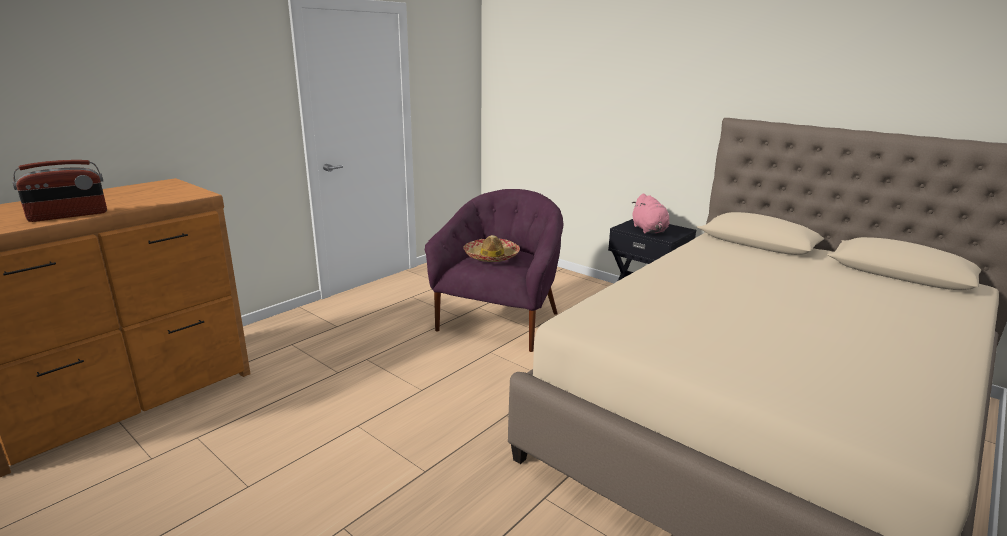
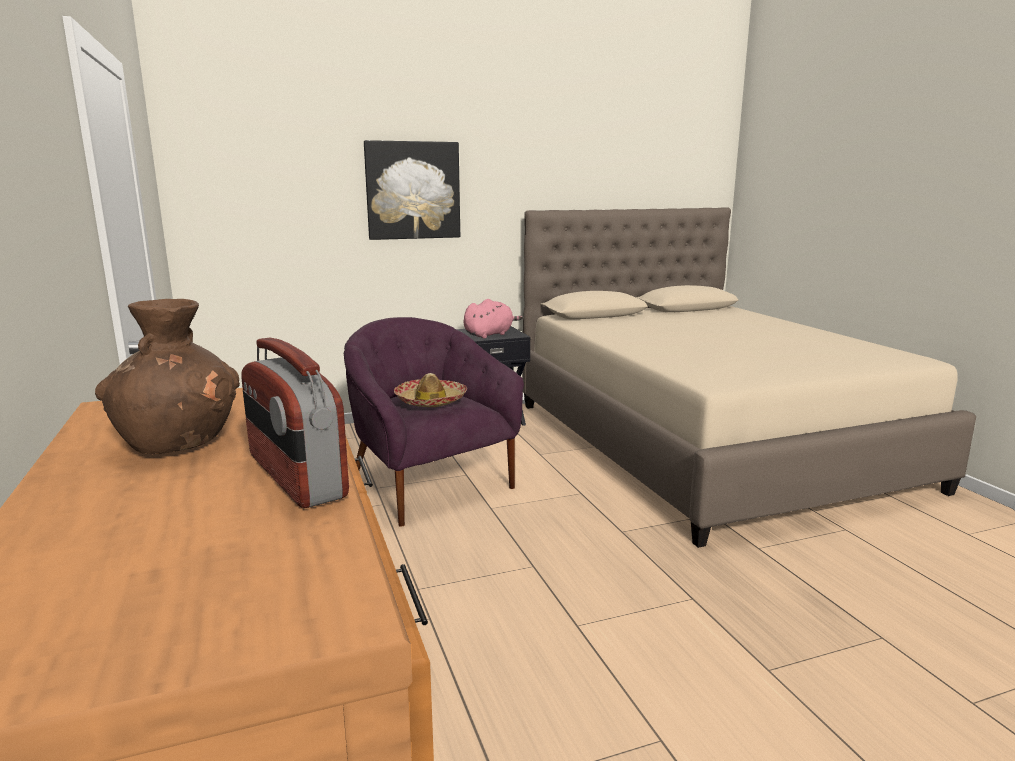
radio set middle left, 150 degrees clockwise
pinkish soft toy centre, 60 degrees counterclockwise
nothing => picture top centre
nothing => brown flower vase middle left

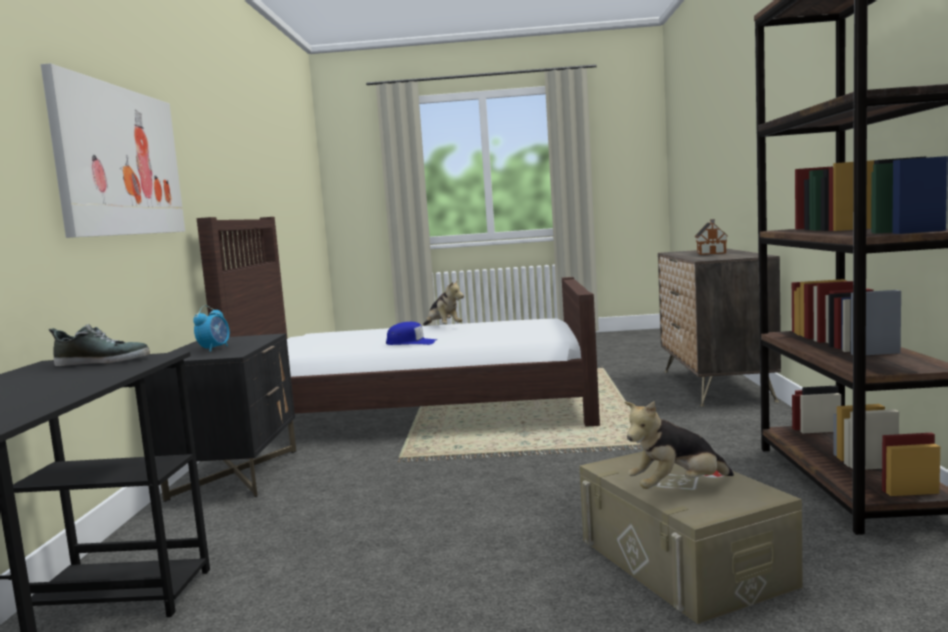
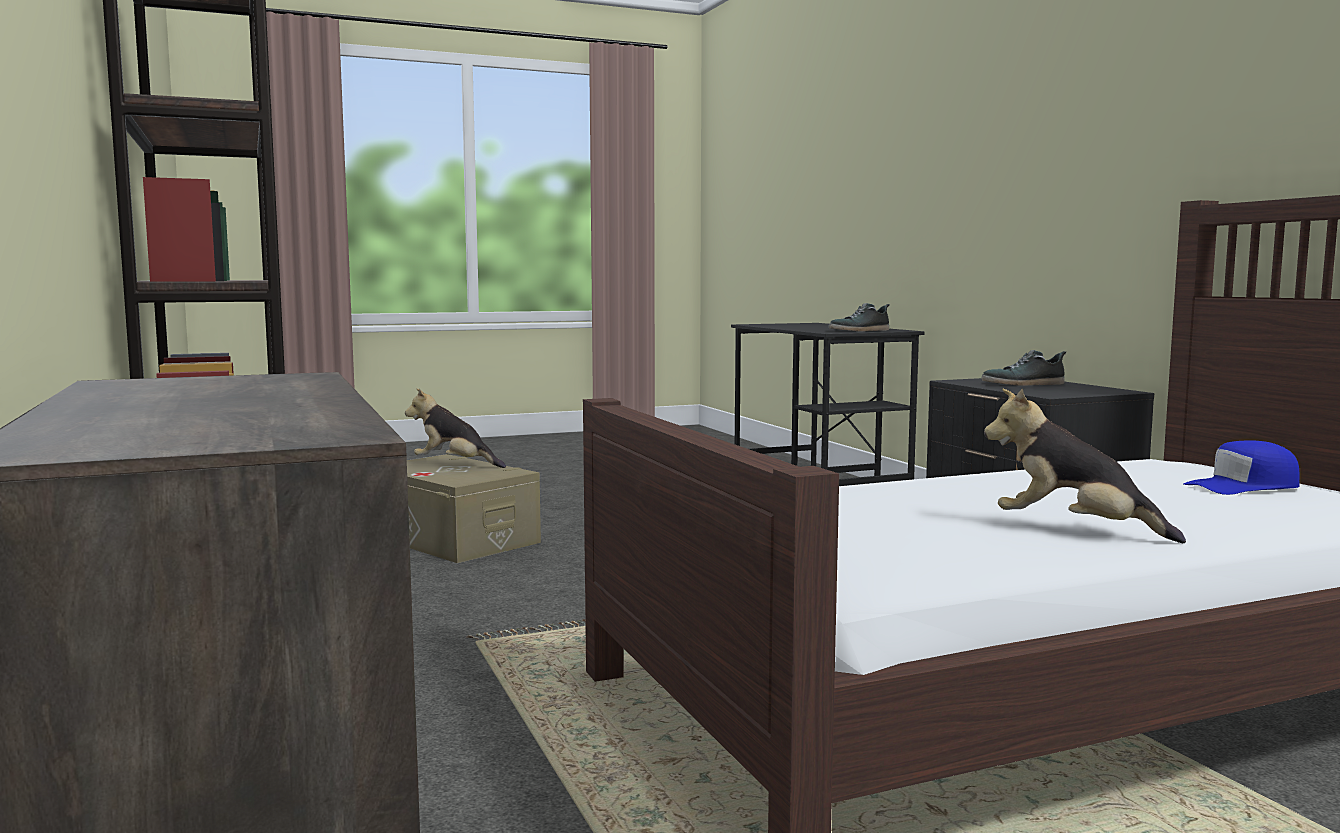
picture top left => nothing
miniature house middle right => nothing
alarm clock middle left => low shoe (2nd from left) middle right
blue cap centre => blue cap middle right, moved
soft toy (2nd from left in the first image) bottom right => soft toy (1st from left) centre, 120 degrees counterclockwise

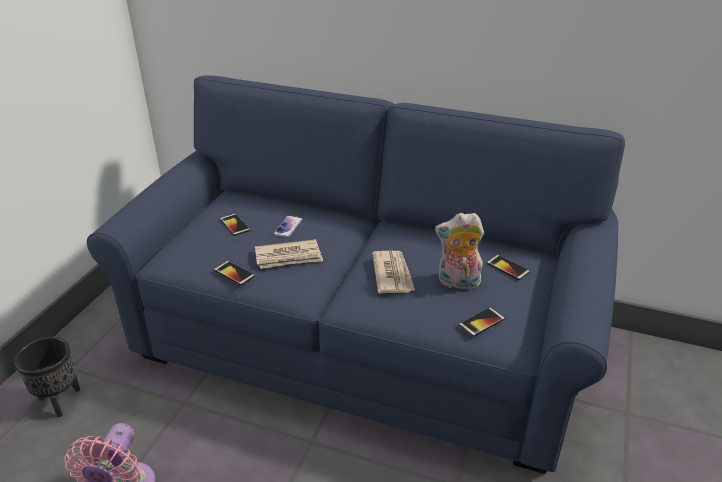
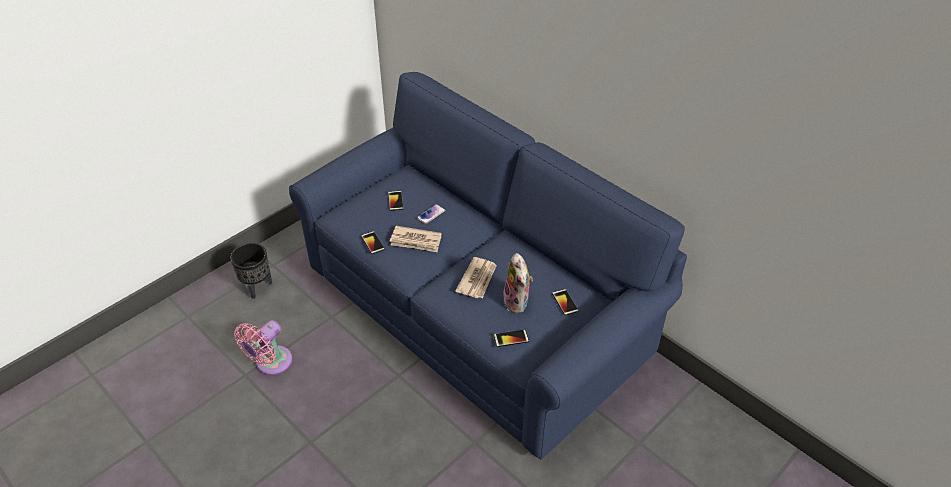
soft toy centre, 135 degrees counterclockwise

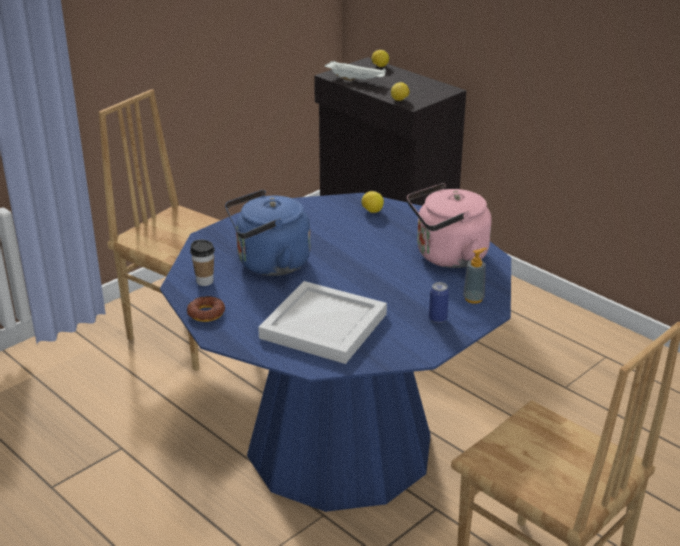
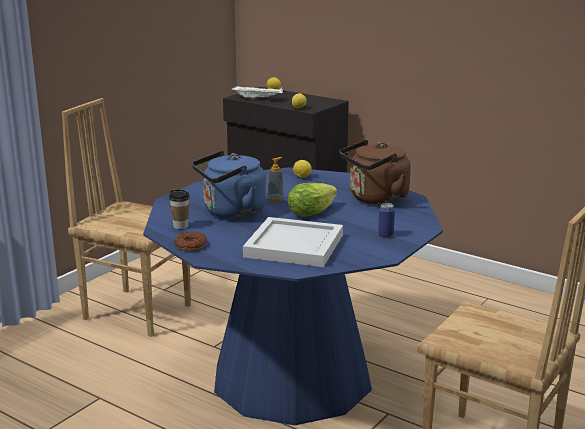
pinkish water kettle centre => brown water kettle centre
soap bottle middle right => soap bottle centre, moved
nothing => lettuce head centre

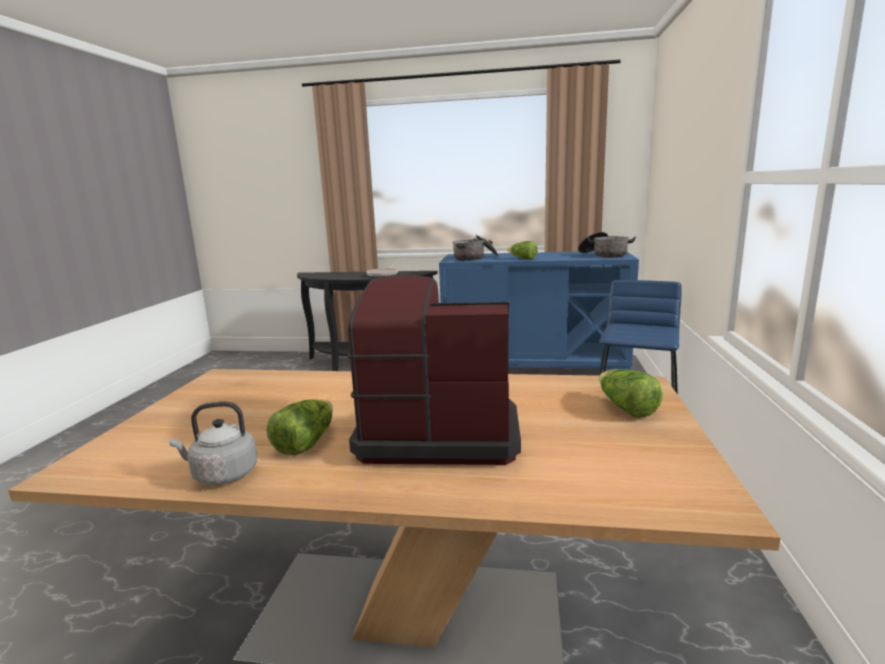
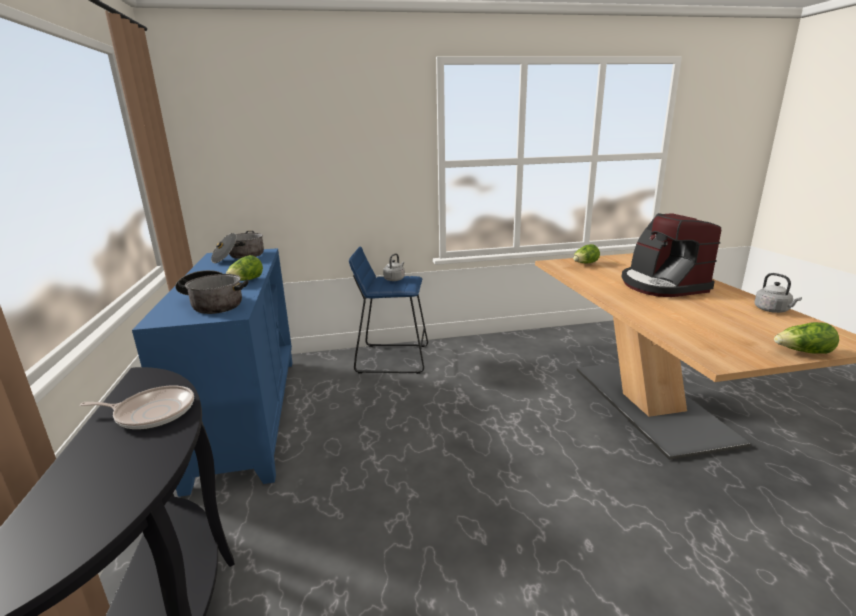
lettuce head (1st from left in the first image) centre => lettuce head (3rd from left) middle right, moved
nothing => greyish water kettle (1st from left) centre

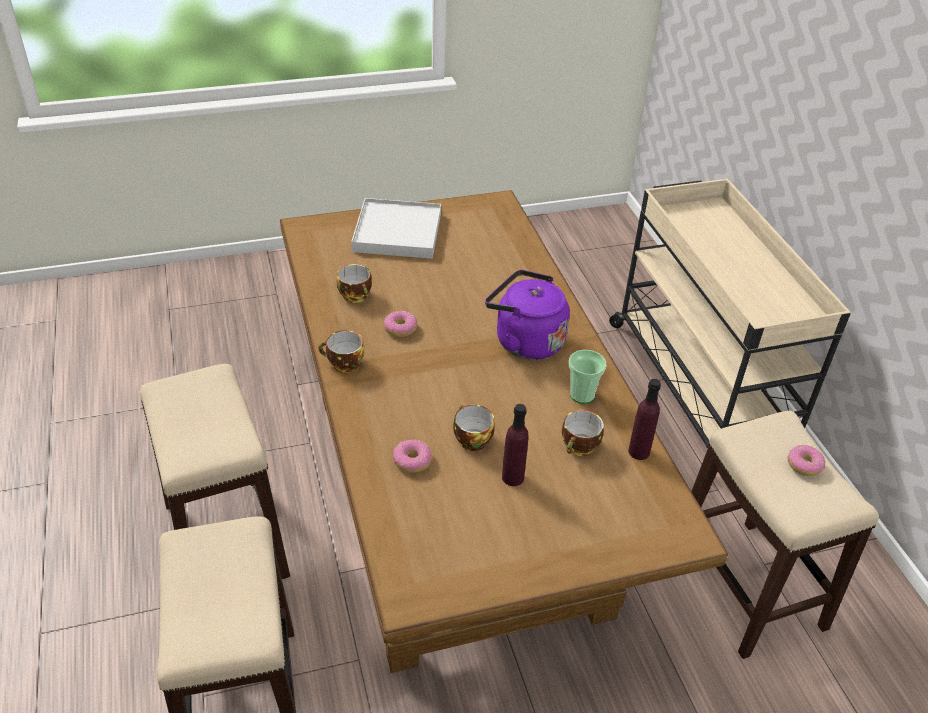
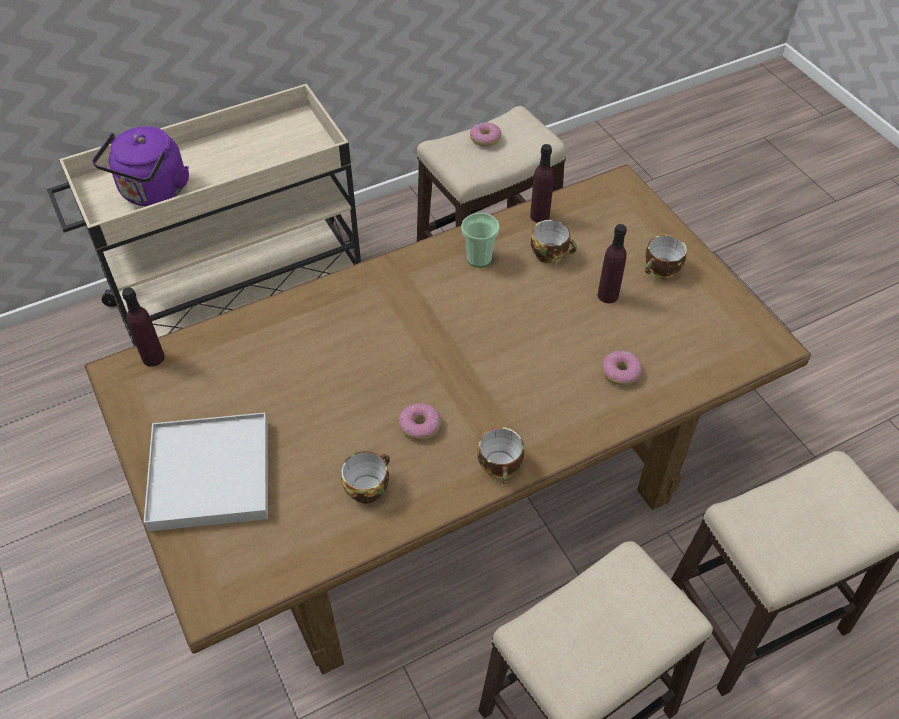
purple-coloured water kettle centre => purple-coloured water kettle top left, moved
cup (3rd from left in the first image) centre => cup (5th from left) middle right, moved
nothing => purple-coloured beverage bottle (1st from left) middle left

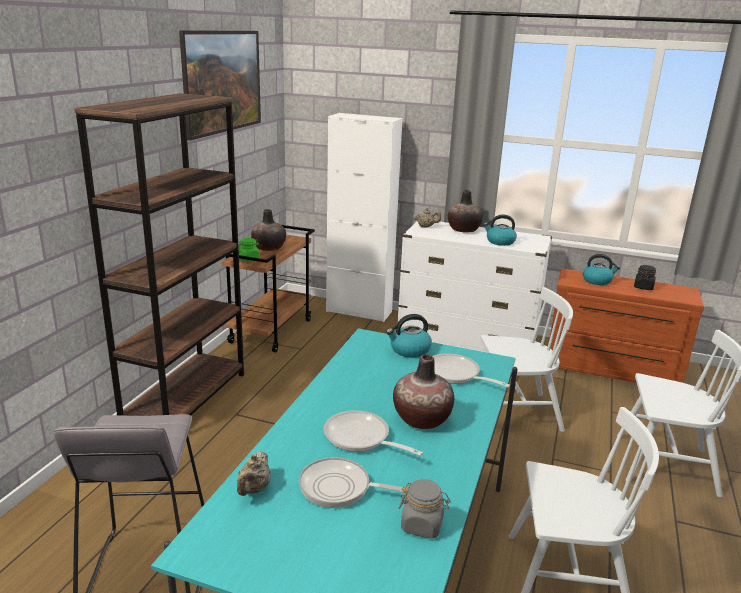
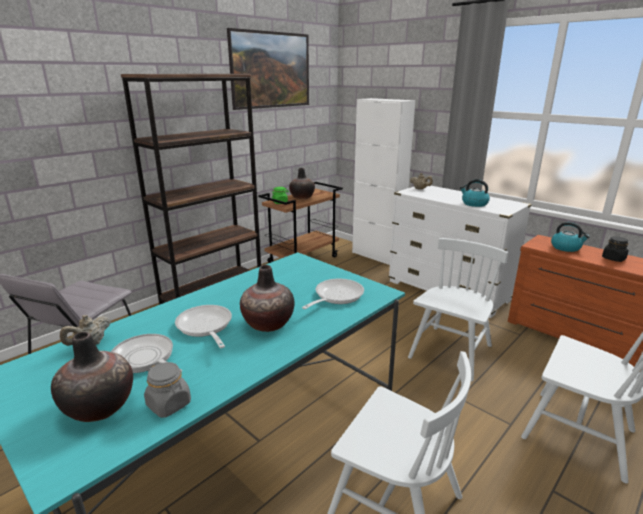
flower vase (3rd from left in the first image) centre => flower vase (1st from left) bottom left, moved
whitish upright chair (1st from left in the first image) middle right => whitish upright chair (2nd from left) middle right, 75 degrees counterclockwise
water kettle (1st from left) centre => nothing
frying pan (3rd from left) centre, 60 degrees clockwise

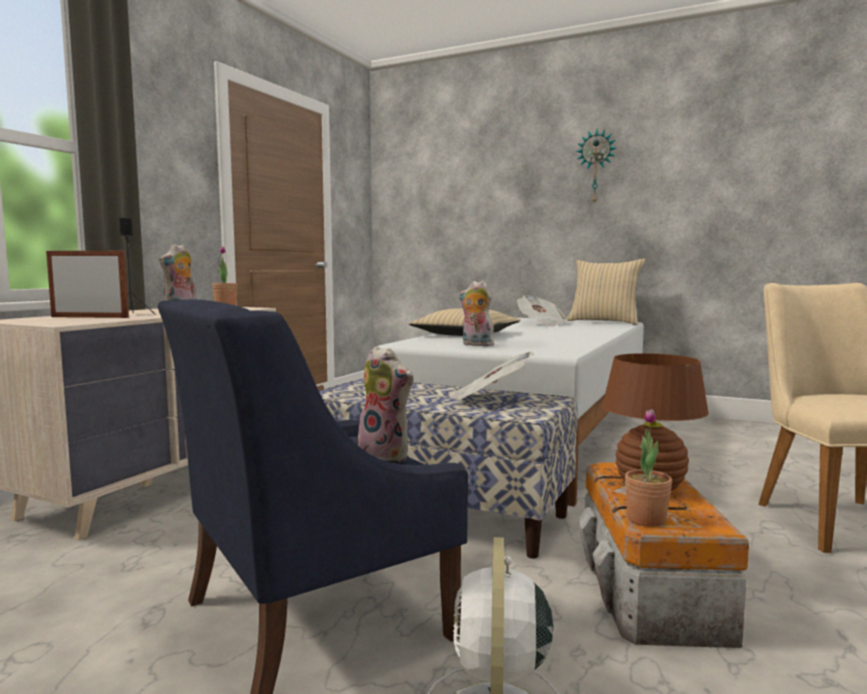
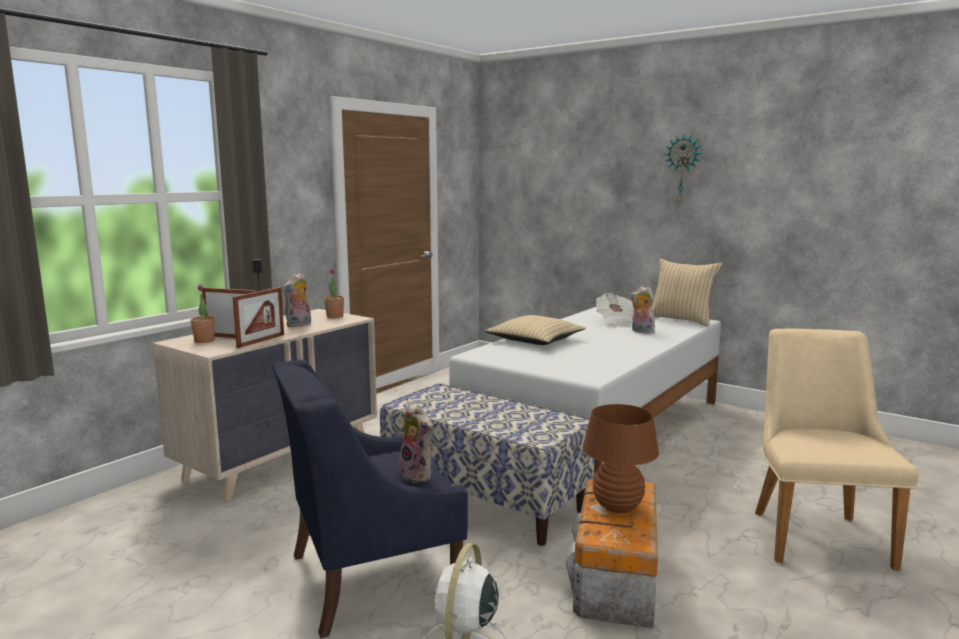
soft toy (3rd from left) centre => soft toy (3rd from left) middle right, moved
daily paper (1st from left) centre => nothing
plant in a pot (2nd from left in the first image) bottom right => plant in a pot (1st from left) middle left, moved
nothing => picture frame (2nd from left) middle left

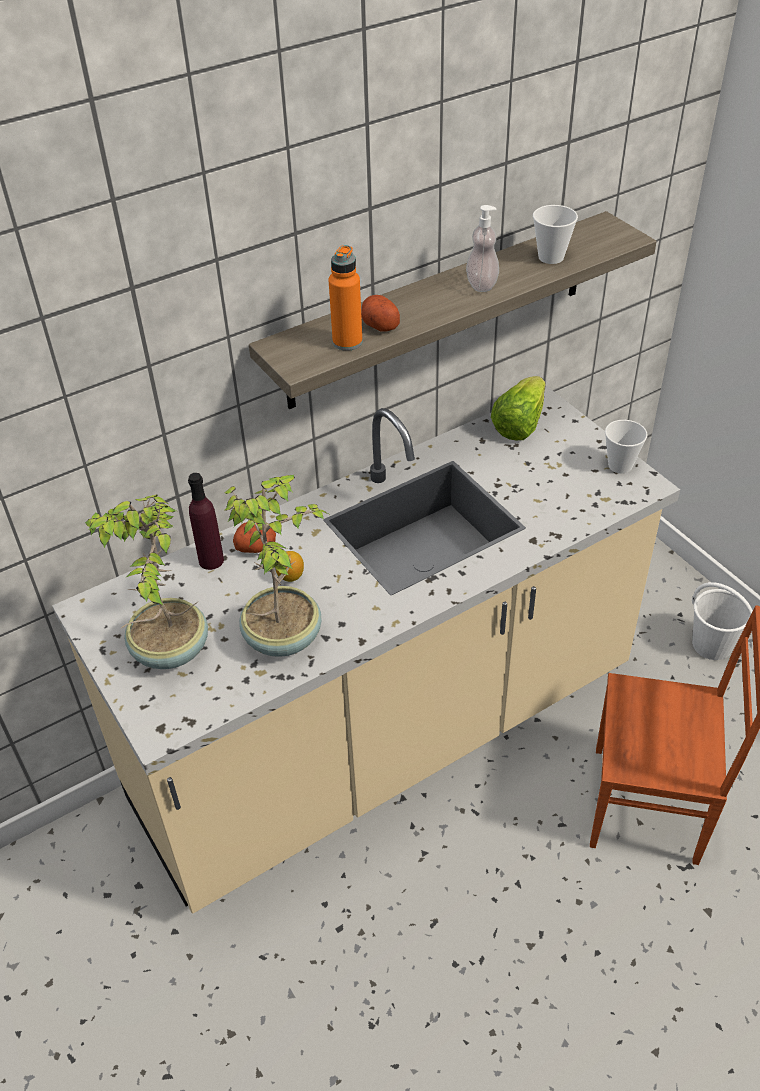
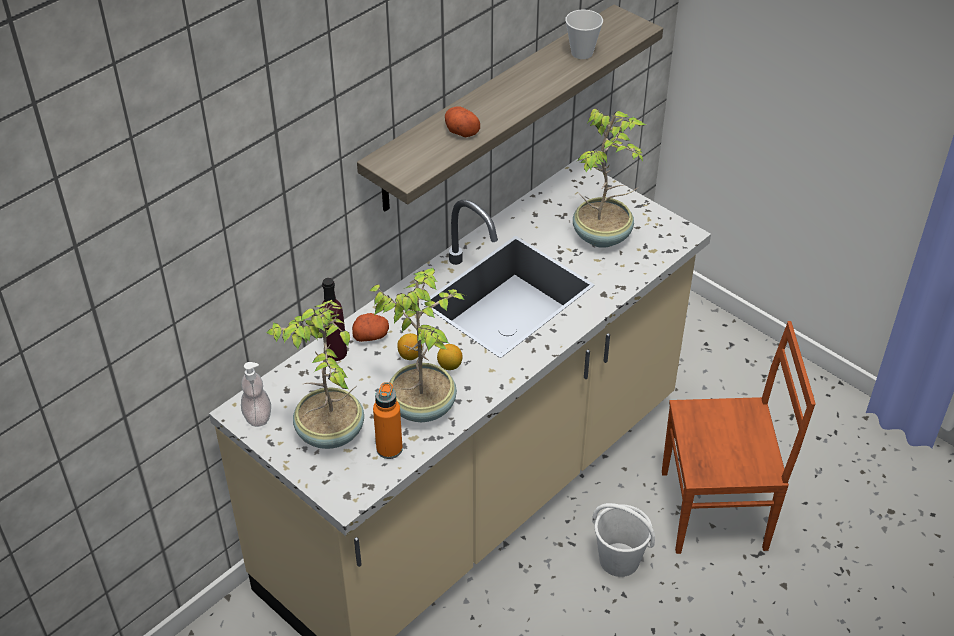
soap bottle top centre => soap bottle middle left, moved
orange beverage bottle top centre => orange beverage bottle centre, moved
lettuce head middle right => nothing
cup (2nd from left) middle right => nothing
whitish pail middle right => whitish pail bottom centre, moved
nothing => plant in a pot (3rd from left) top centre
nothing => citrus fruit (2nd from left) centre

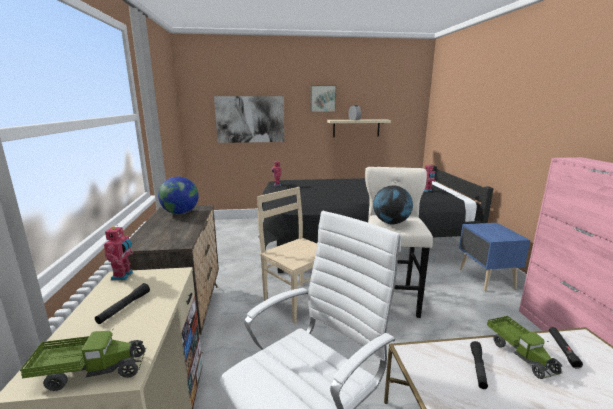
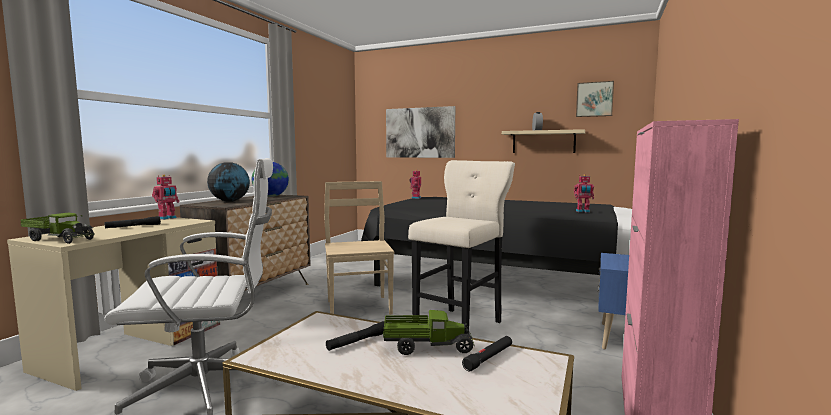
picture (2nd from left) top centre => picture (2nd from left) top right, moved
globe (2nd from left in the first image) centre => globe (1st from left) middle left, moved
model truck (2nd from left) bottom right => model truck (2nd from left) bottom centre, 105 degrees counterclockwise

